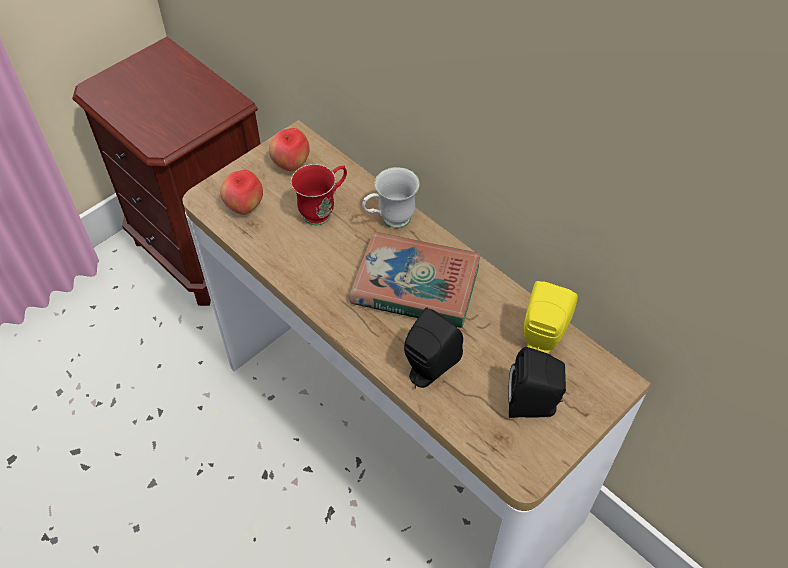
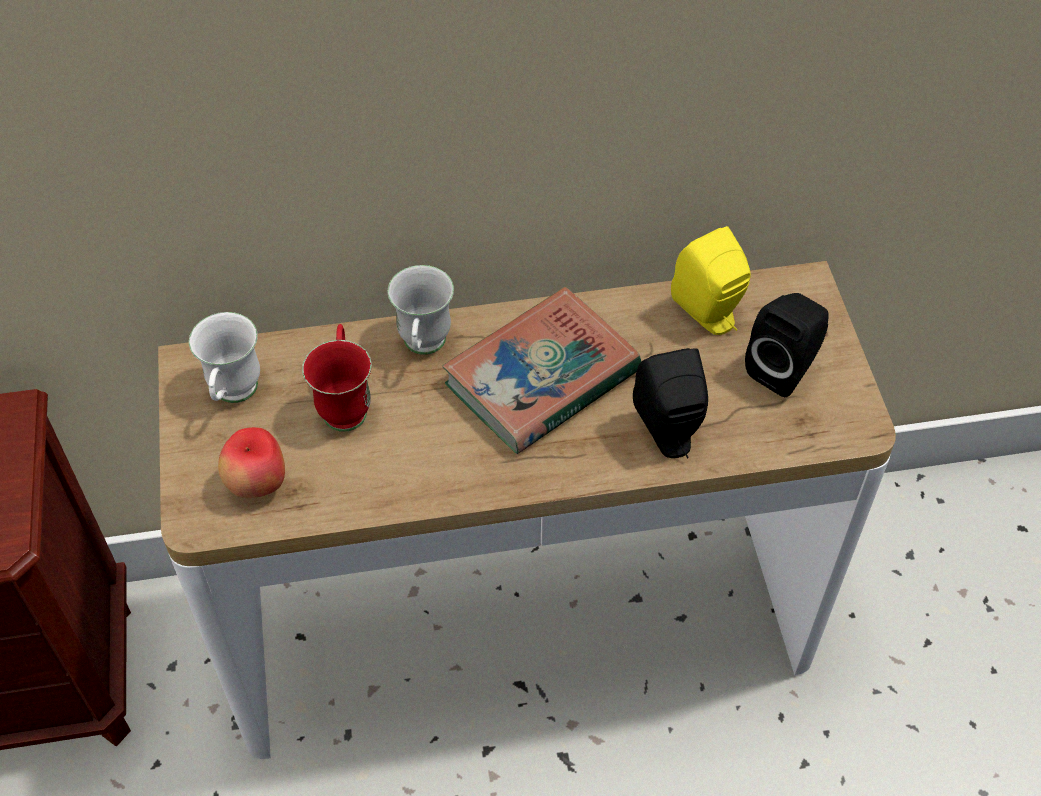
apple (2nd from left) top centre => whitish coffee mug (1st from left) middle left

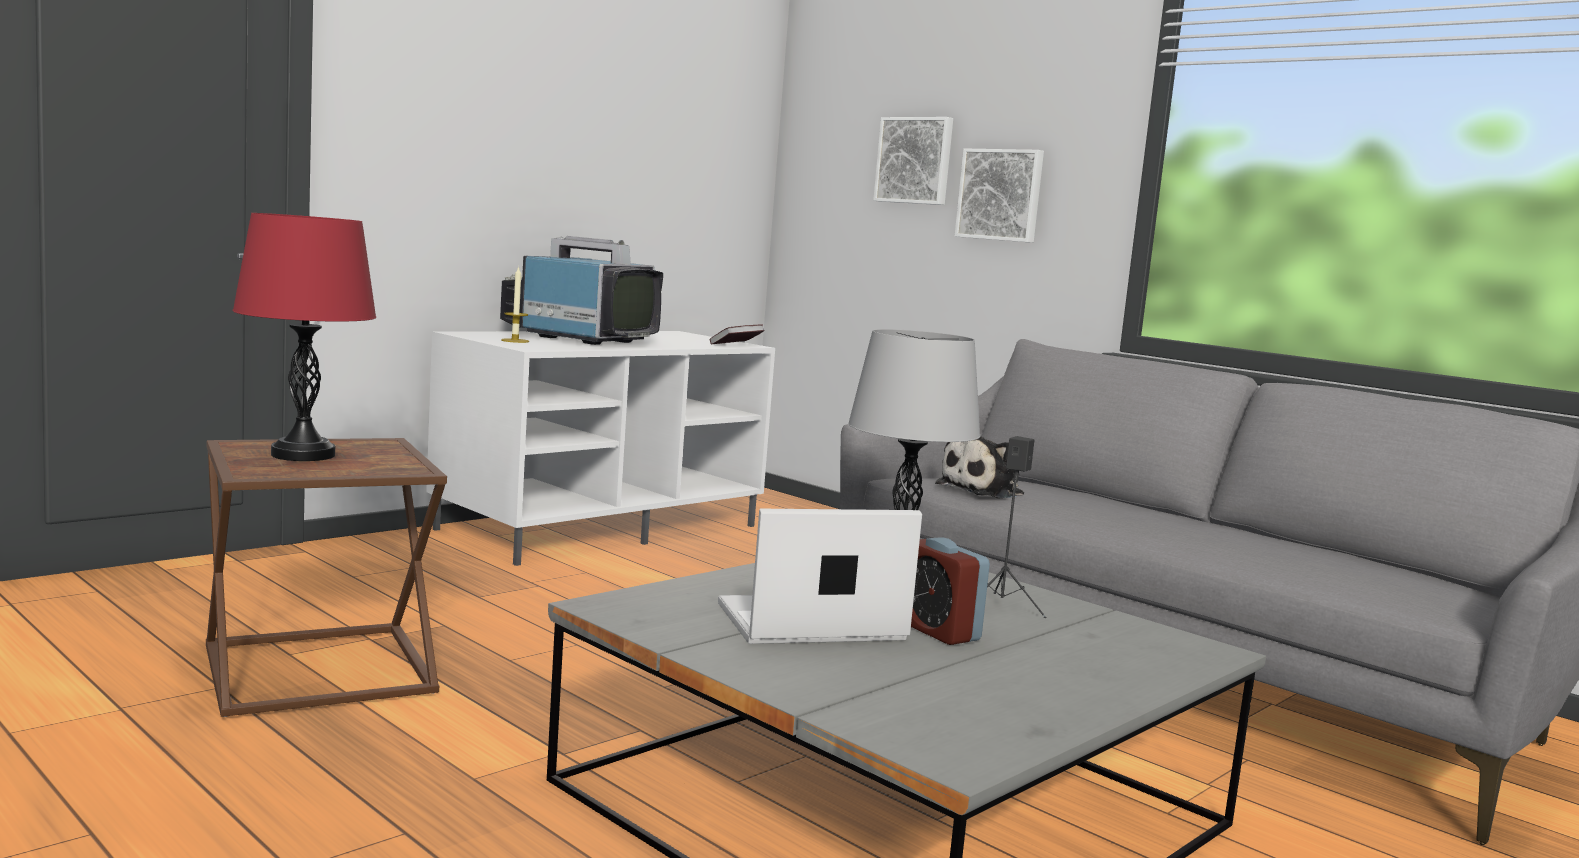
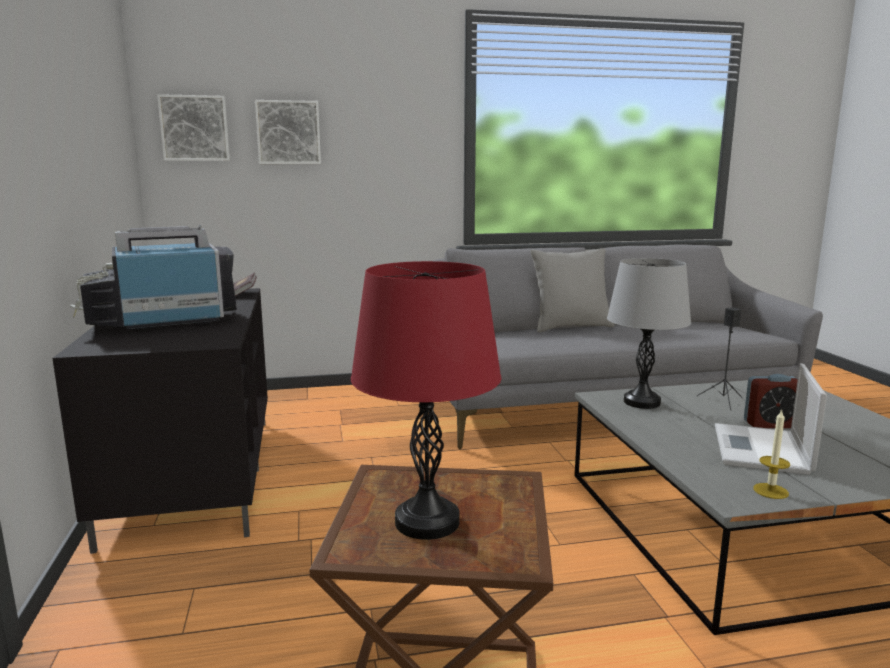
picture (2nd from left in the first image) top centre => picture (1st from left) top left, moved
candle middle left => candle bottom right, moved
whitish tv stand centre => blackish tv stand middle left
soft toy centre => nothing
nothing => greyish throw pillow centre

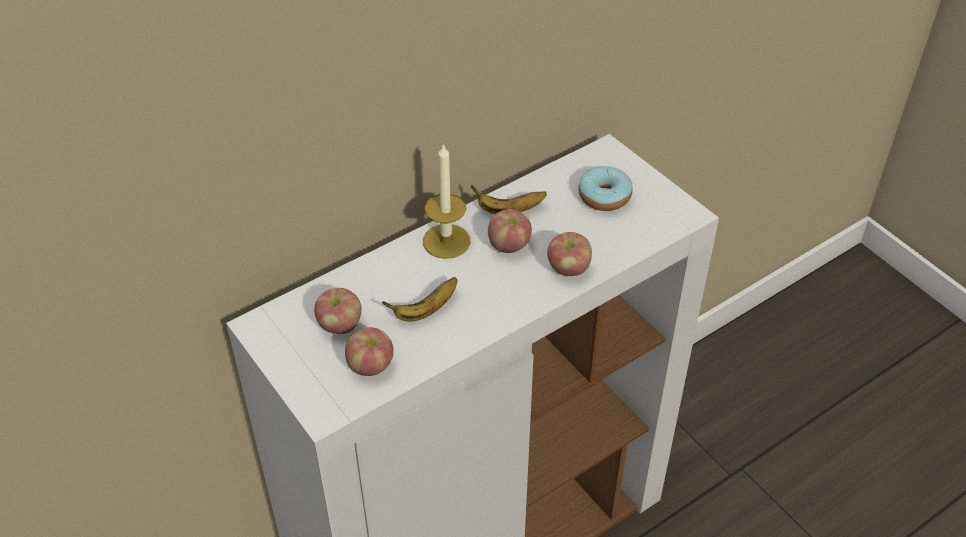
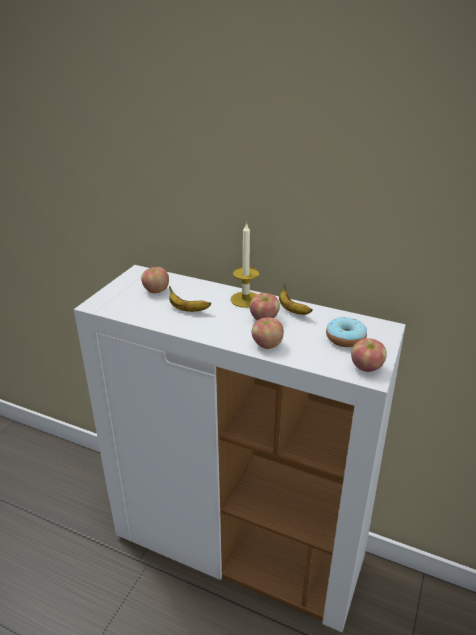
apple (2nd from left in the first image) centre => apple (4th from left) middle right, moved

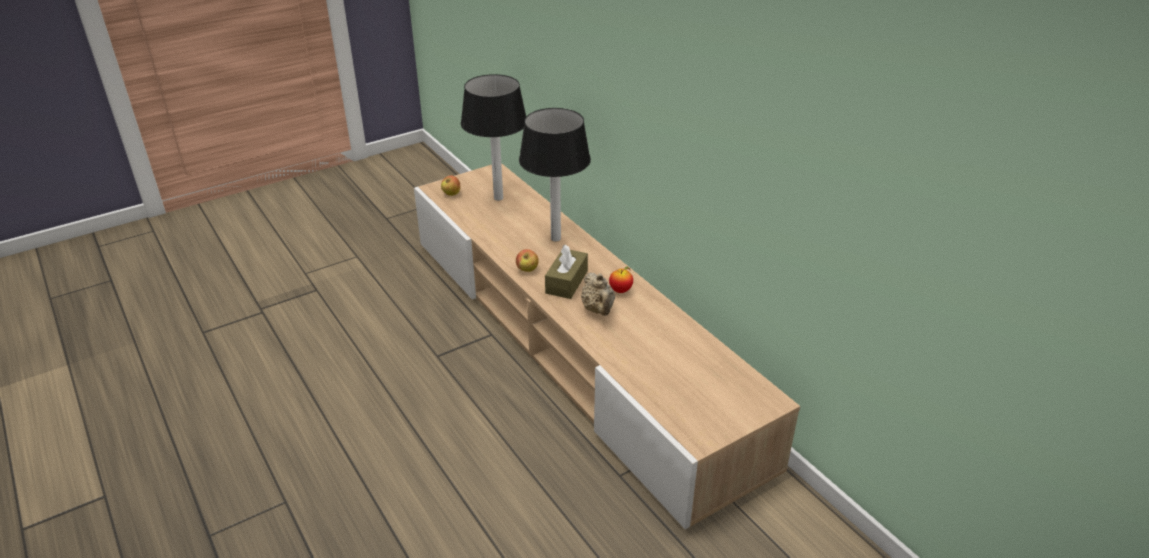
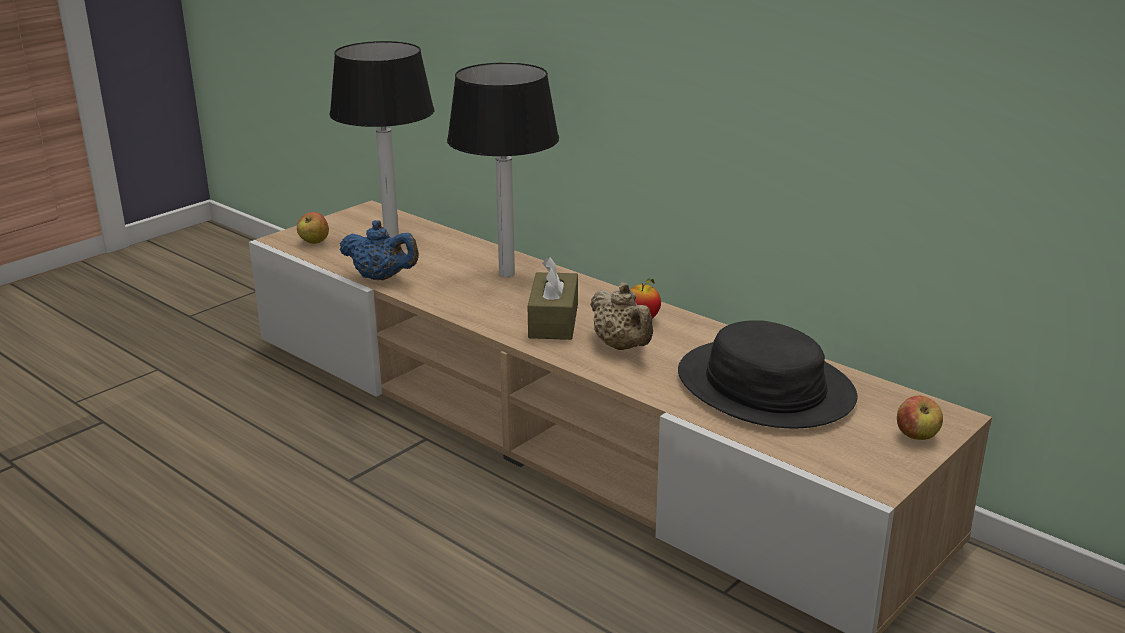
apple (2nd from left in the first image) centre => apple (3rd from left) middle right, moved
nothing => blue tea pot centre
nothing => blackish wearable hat middle right

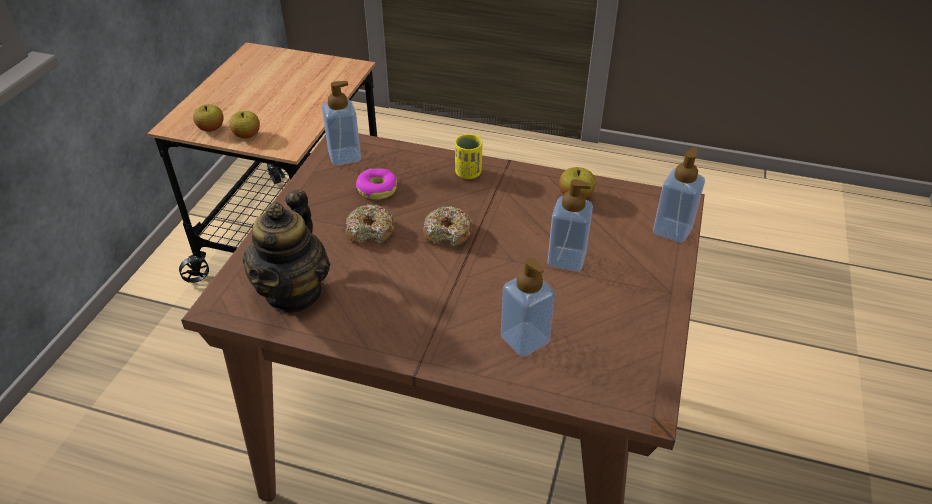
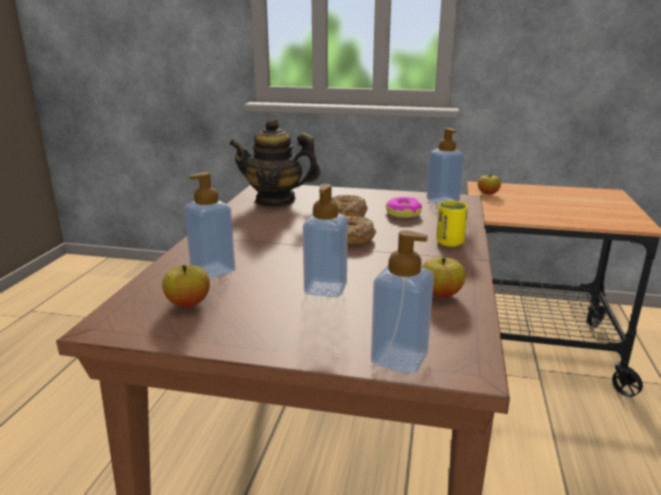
apple (2nd from left in the first image) top left => apple (1st from left) middle left, moved

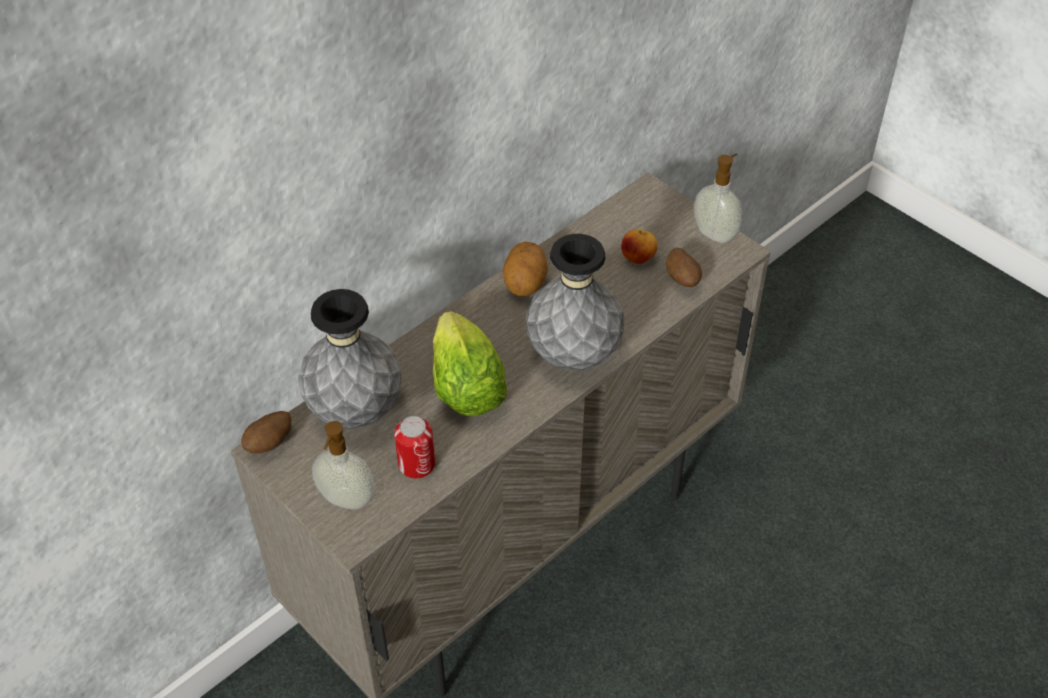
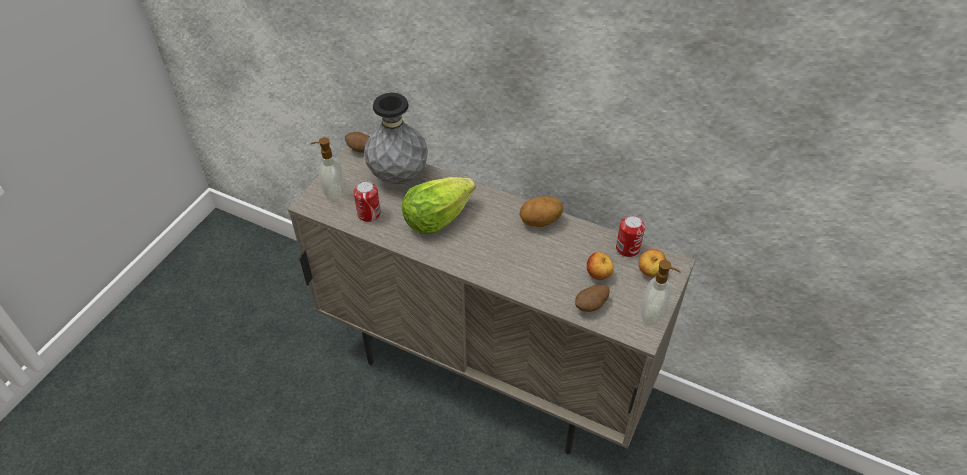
greyish flower vase (2nd from left) centre => nothing
nothing => metal can (2nd from left) centre
nothing => apple (2nd from left) middle right

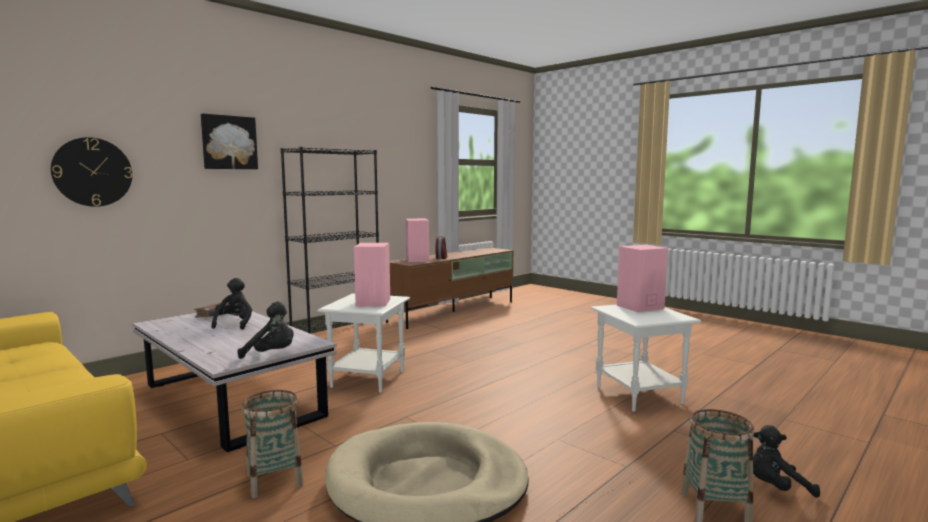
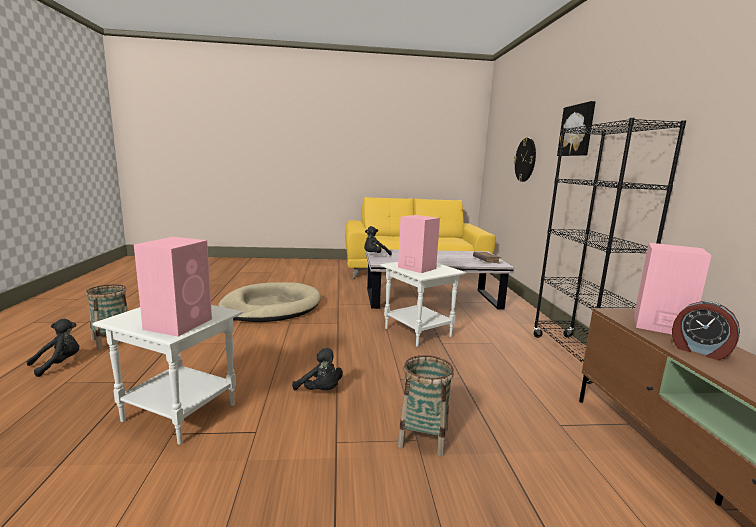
blackish soft toy (1st from left in the first image) middle left => blackish soft toy (2nd from left) bottom centre, moved
basket (1st from left in the first image) bottom left => basket (2nd from left) bottom centre, moved

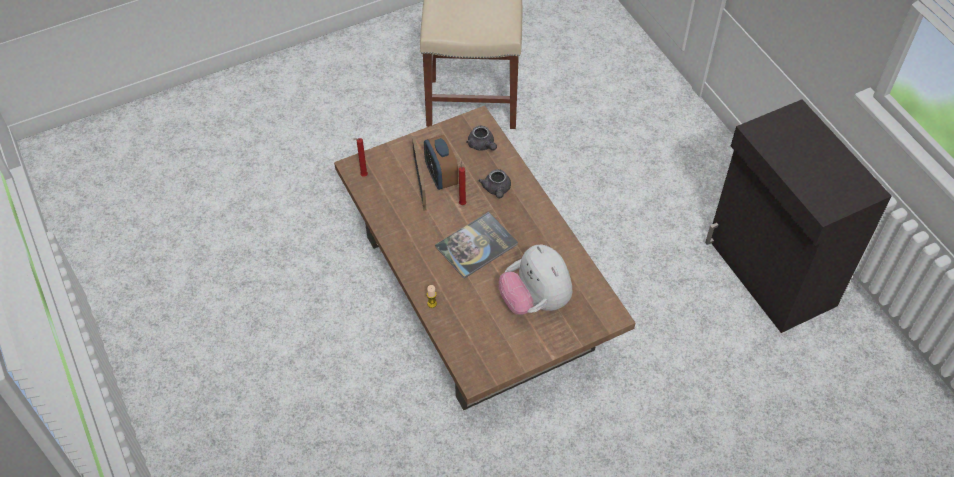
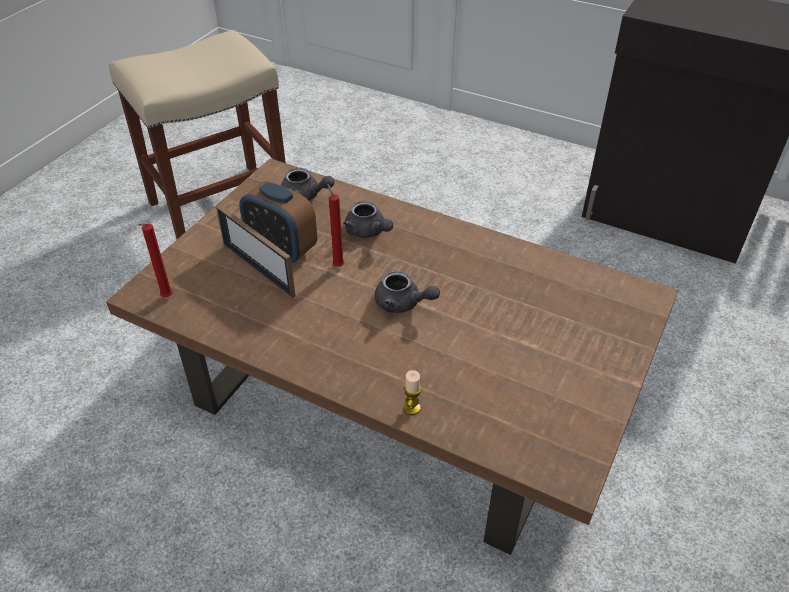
book centre => greyish tea pot (3rd from left) centre
soft toy centre => nothing

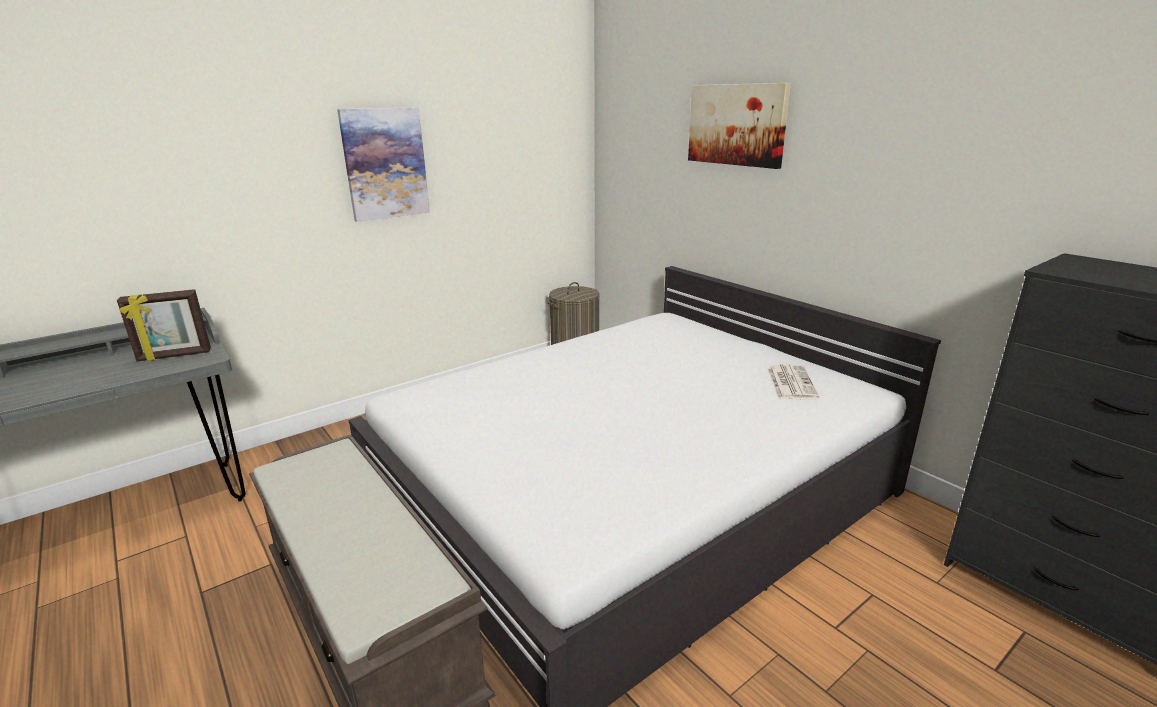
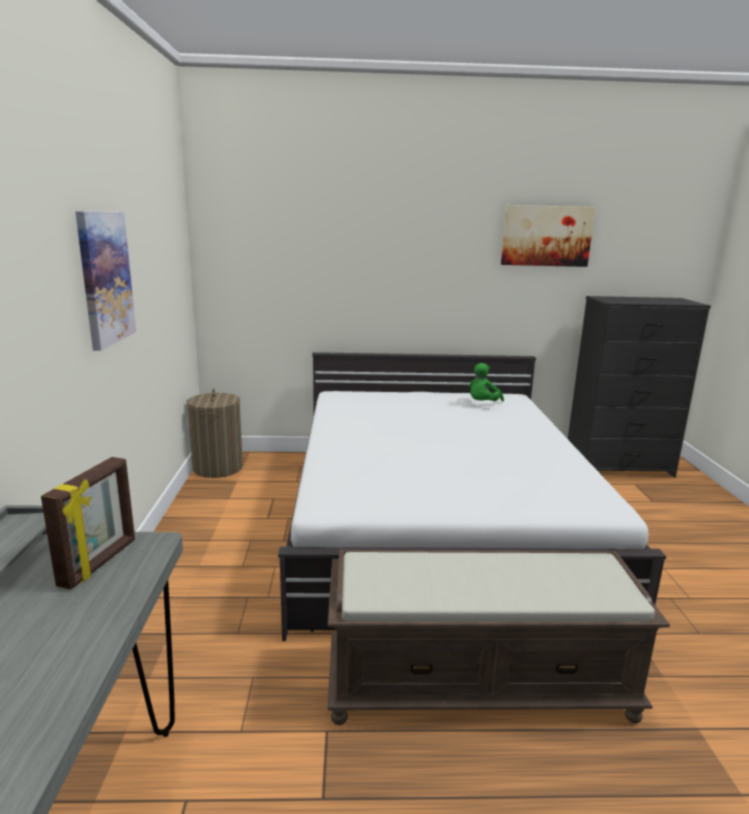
picture (2nd from left) top centre => picture (2nd from left) top right, moved
daily paper middle right => green-coloured soft toy centre

